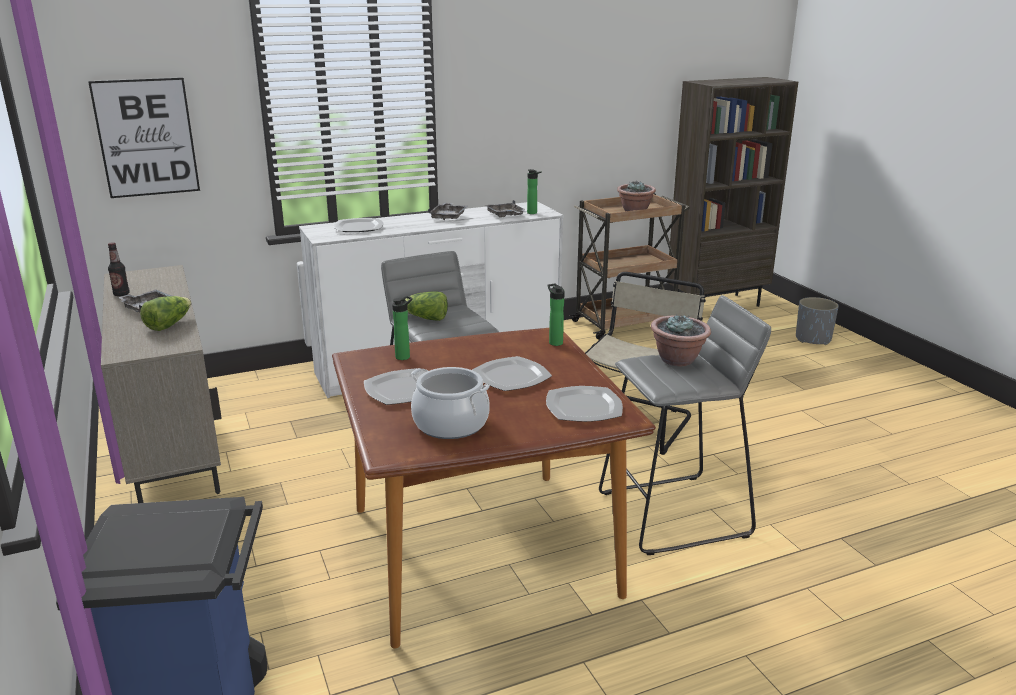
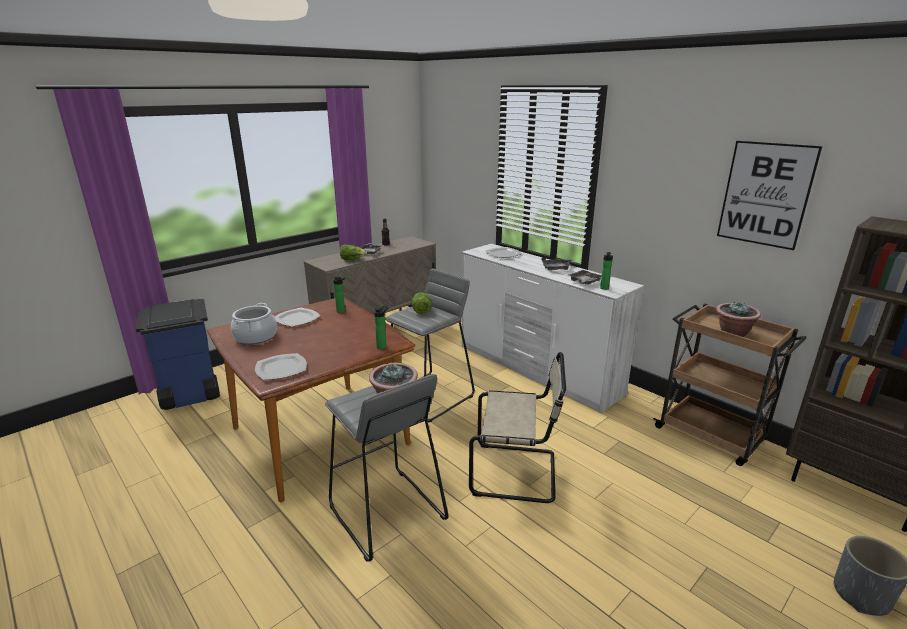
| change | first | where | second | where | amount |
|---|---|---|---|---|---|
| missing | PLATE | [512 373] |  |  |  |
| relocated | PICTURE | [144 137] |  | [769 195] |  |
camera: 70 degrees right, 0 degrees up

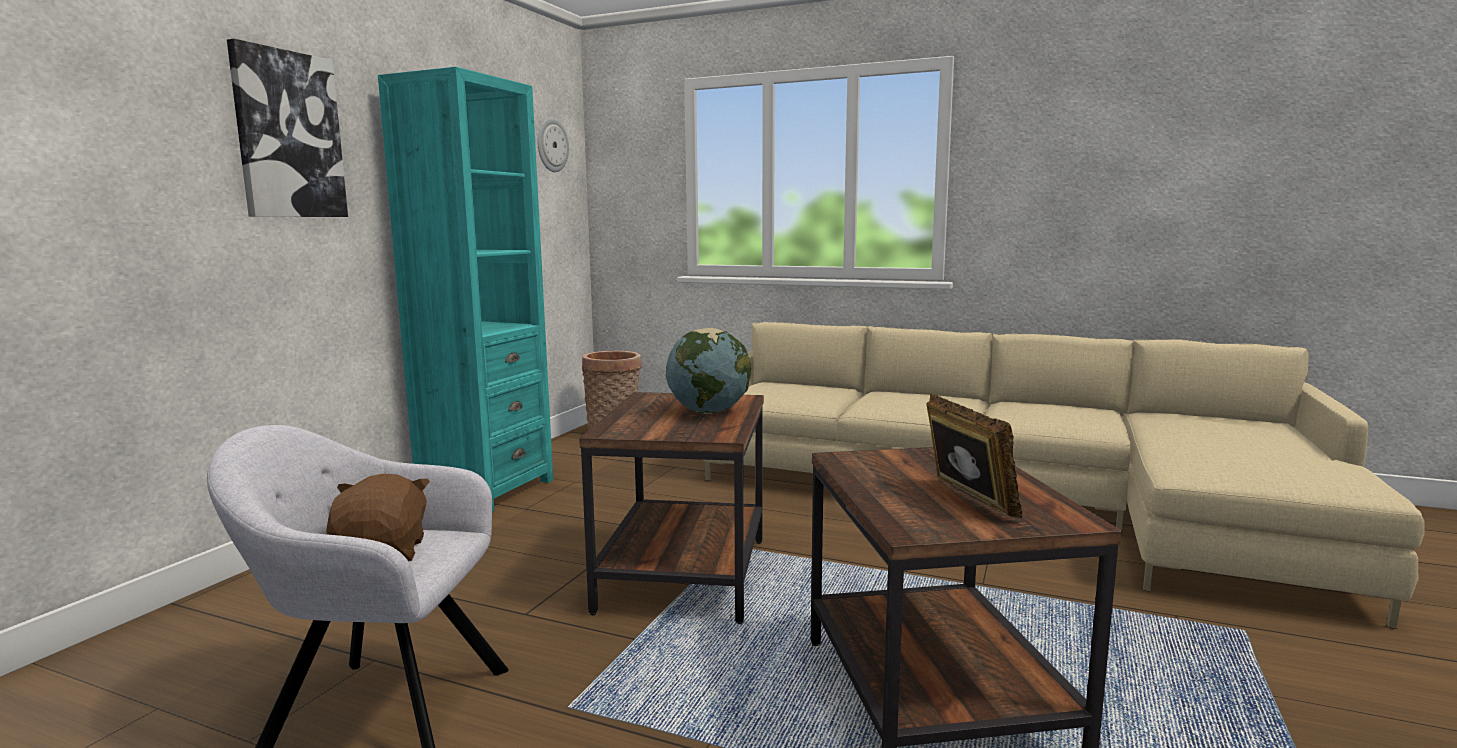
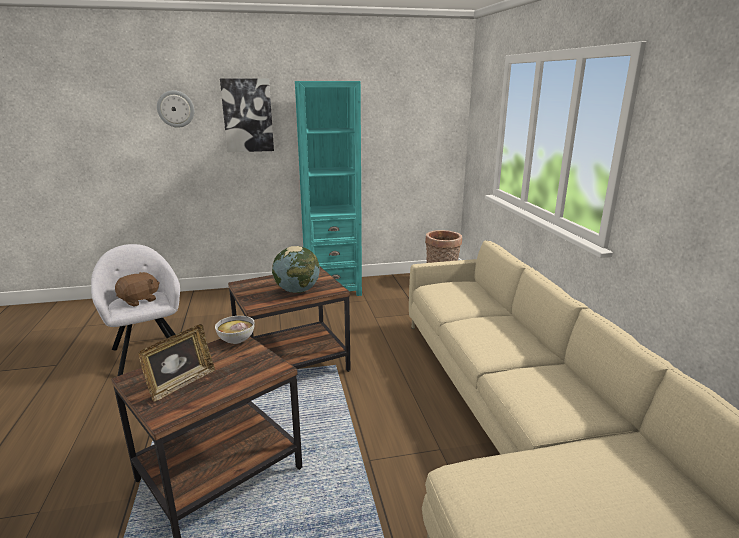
| change | first | where | second | where | amount |
|---|---|---|---|---|---|
| appeared |  |  | BOWL | [235 330] |  |
| relocated | WALL CLOCK | [553 145] |  | [175 109] |  |
camera: 55 degrees right, 10 degrees up

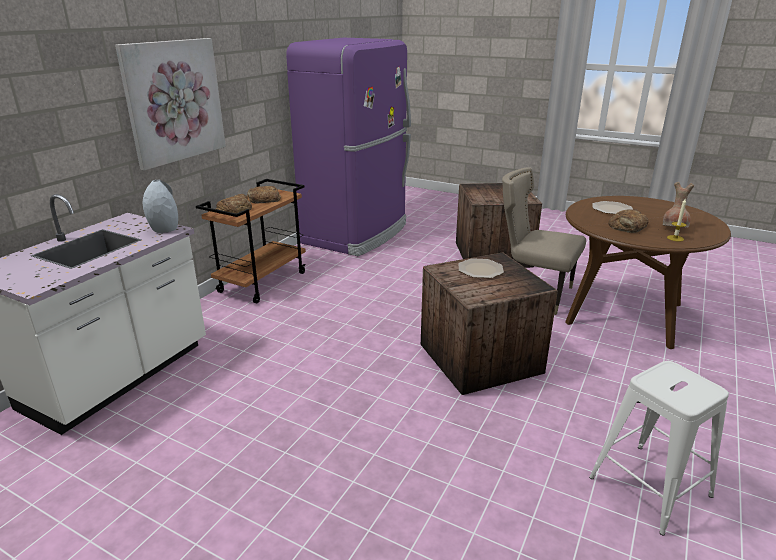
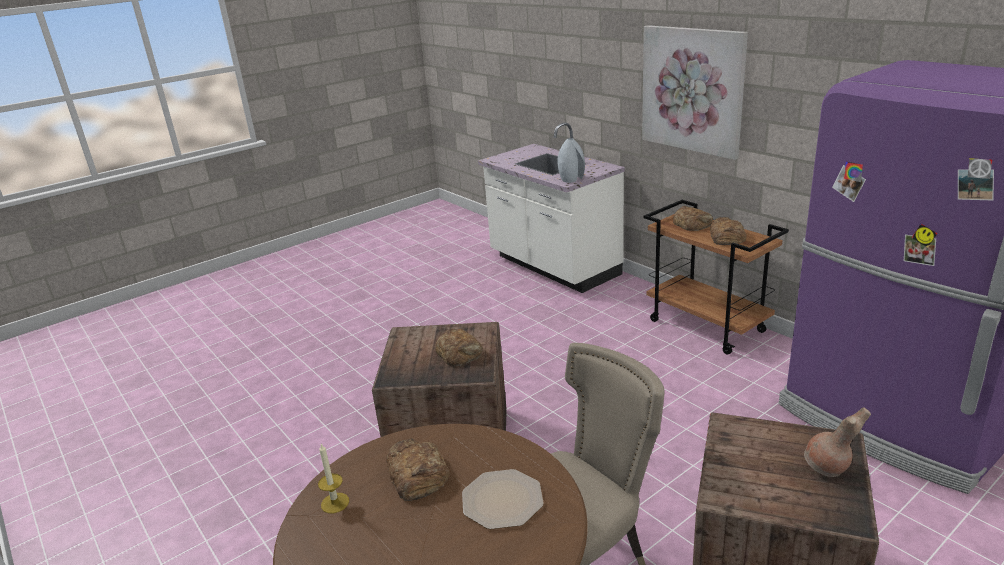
| change | first | where | second | where | amount |
|---|---|---|---|---|---|
| missing | WHITE STOOL | [659 448] |  |  |  |
| relocated | BROWN VASE | [678 205] |  | [837 442] |  |
| exchanged | PLATE | [481 268] | BREAD | [459 347] |  |
camera: 115 degrees right, 0 degrees up

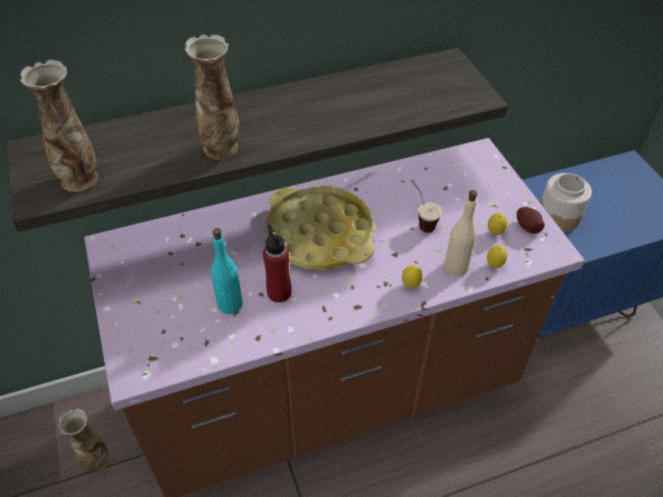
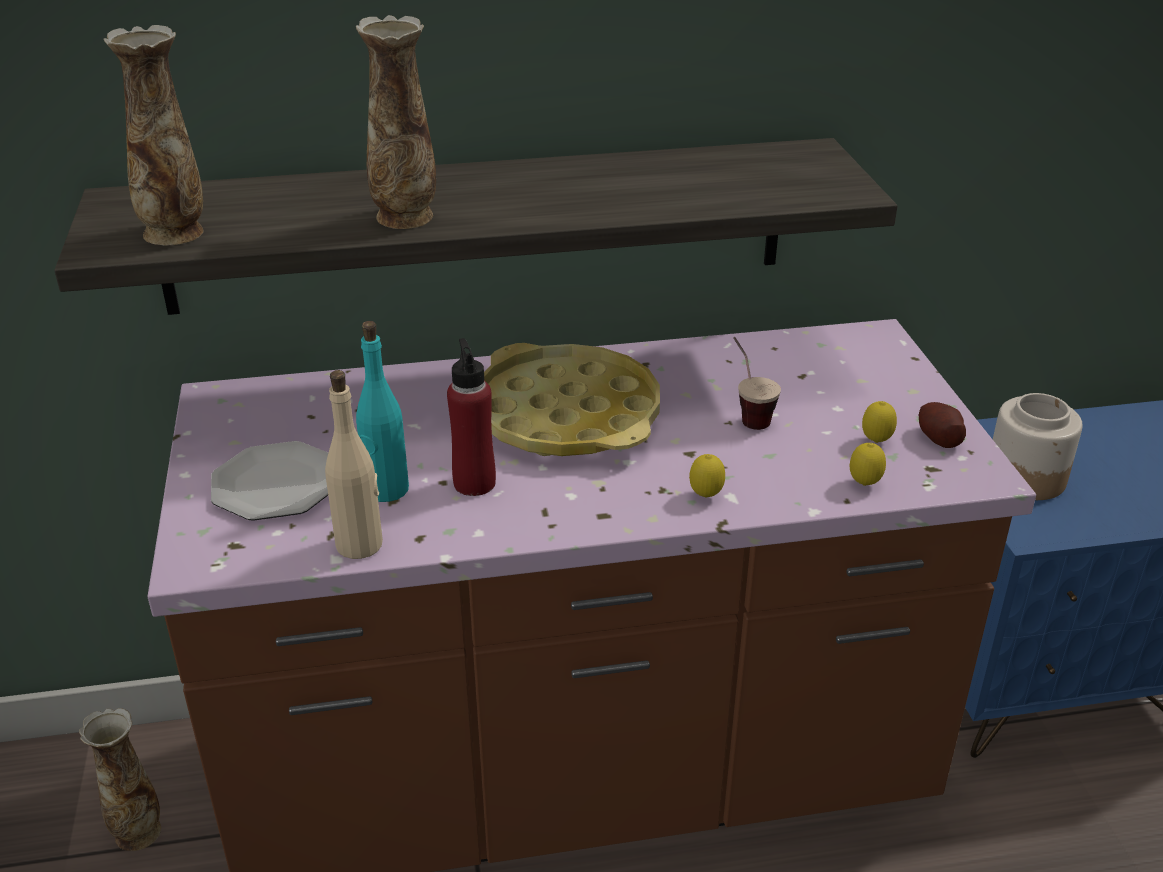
| change | first | where | second | where | amount |
|---|---|---|---|---|---|
| appeared |  |  | PLATE | [269 481] |  |
| relocated | BEIGE BOTTLE | [460 233] |  | [354 464] |  |
camera: 10 degrees right, 15 degrees down

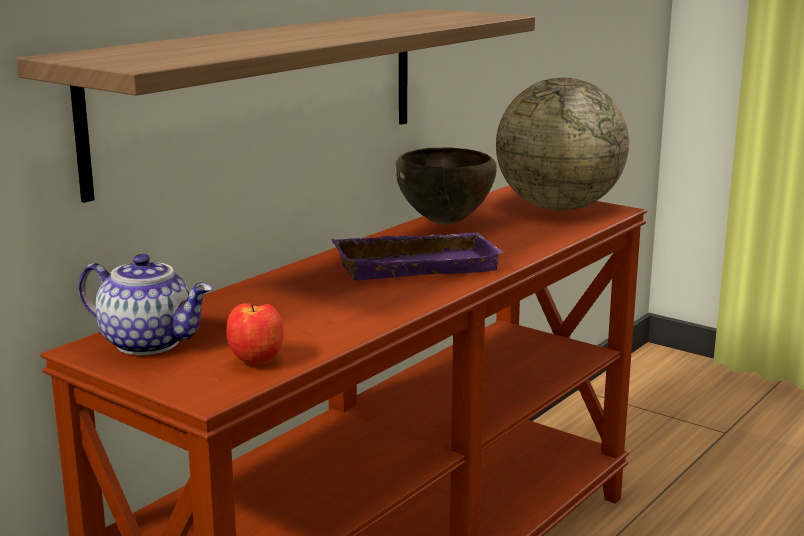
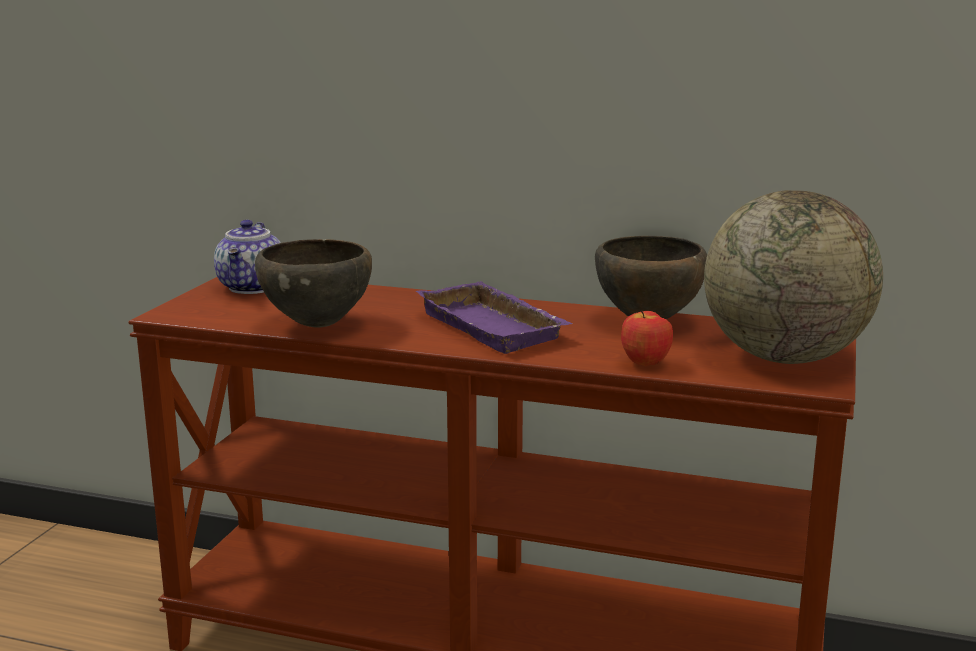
| change | first | where | second | where | amount |
|---|---|---|---|---|---|
| missing | SHELF | [276 106] |  |  |  |
| appeared |  |  | BROWN BOWL | [313 283] |  |
| relocated | APPLE | [255 334] |  | [647 338] |  |
camera: 70 degrees right, 0 degrees up

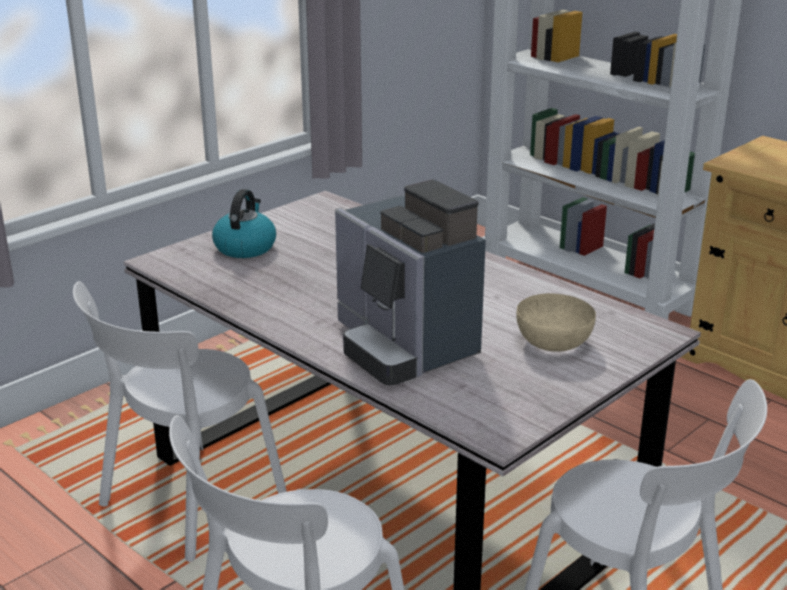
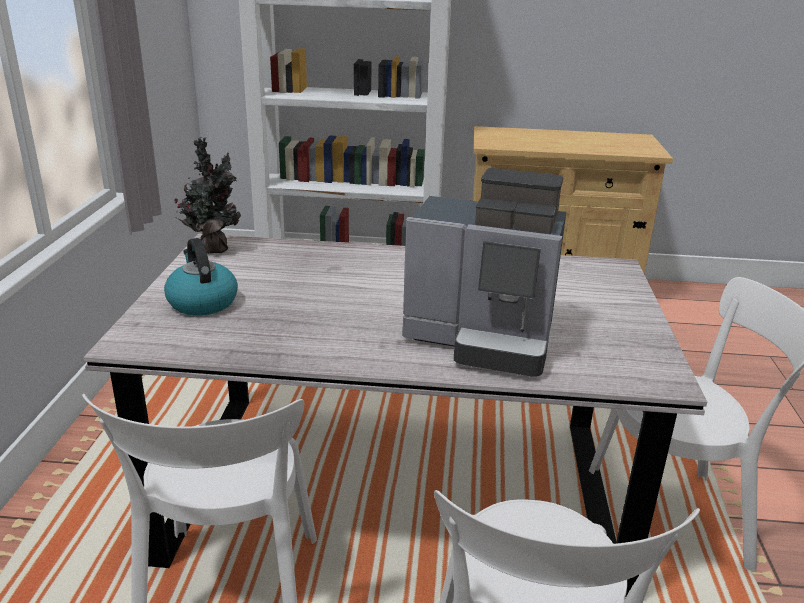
| change | first | where | second | where | amount |
|---|---|---|---|---|---|
| missing | BEIGE BOWL | [556 322] |  |  |  |
| appeared |  |  | POTTED PLANT | [207 195] |  |
camera: 40 degrees left, 0 degrees up

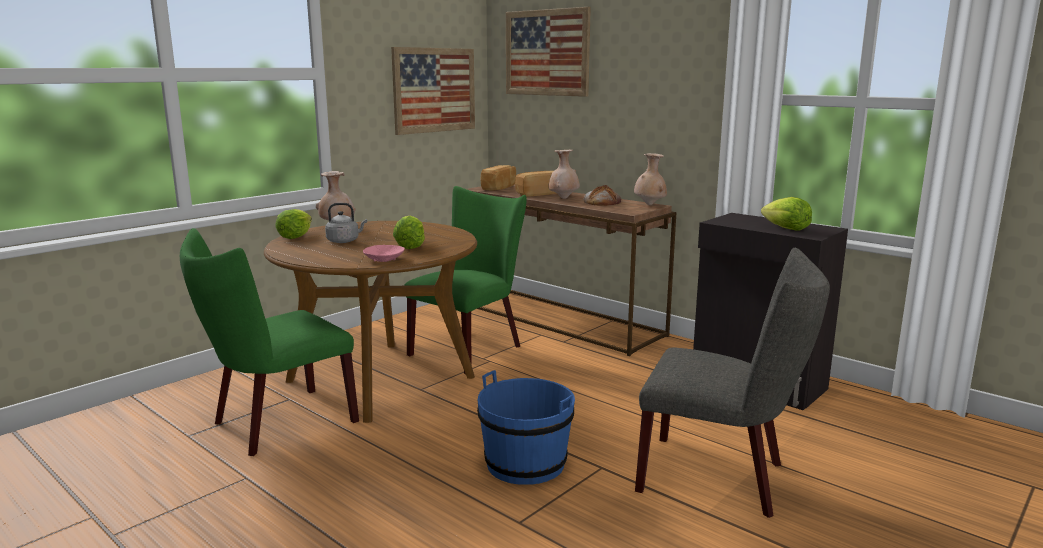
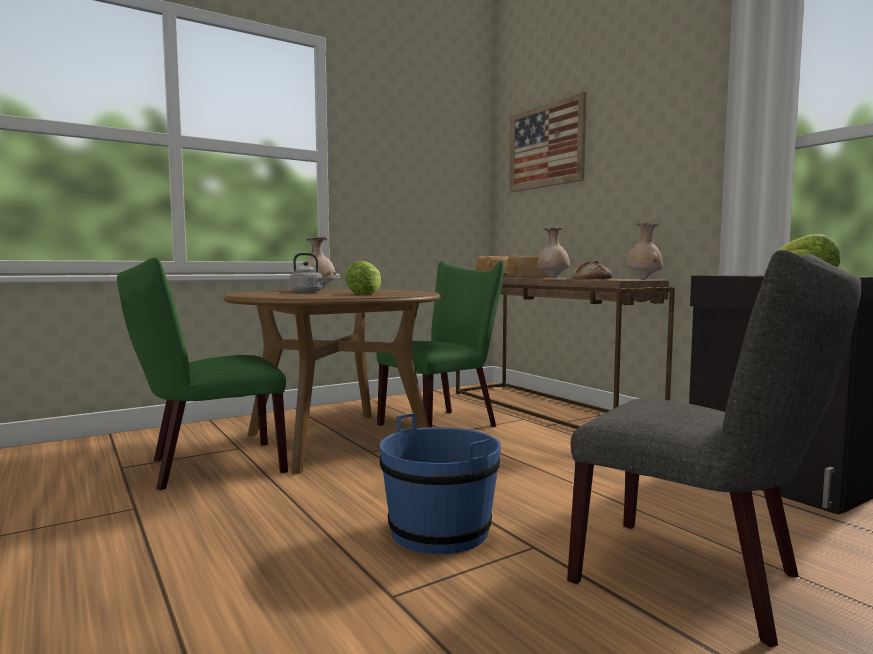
| change | first | where | second | where | amount |
|---|---|---|---|---|---|
| missing | LETTUCE | [293 224] |  |  |  |
| missing | PINK BOWL | [384 253] |  |  |  |
| missing | PICTURE | [433 91] |  |  |  |
camera: 15 degrees right, 10 degrees down

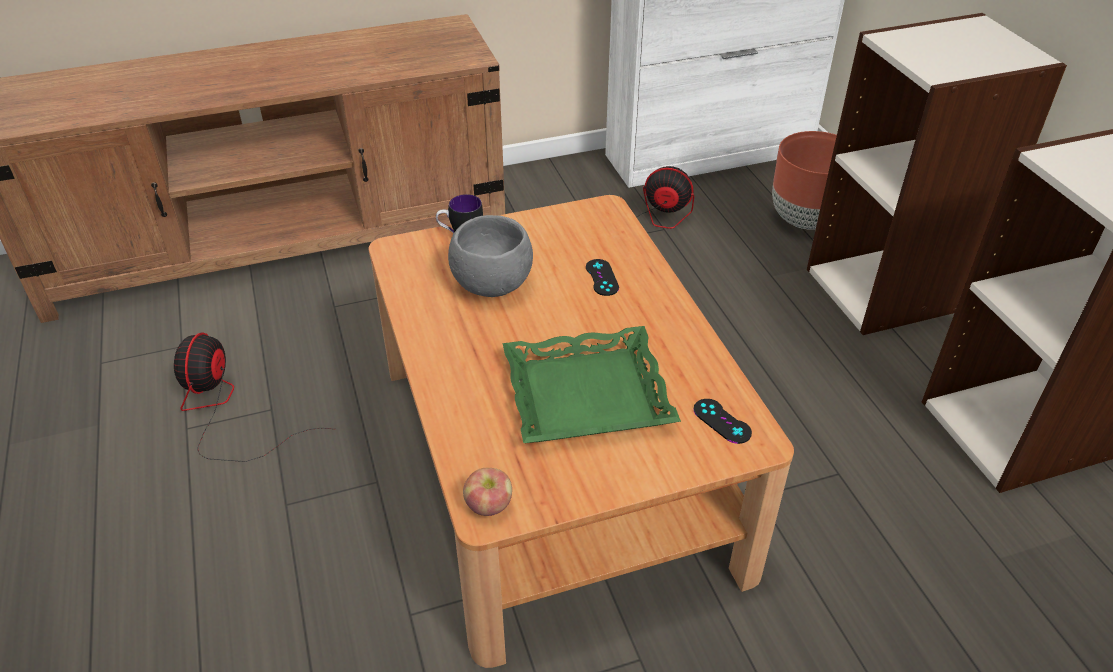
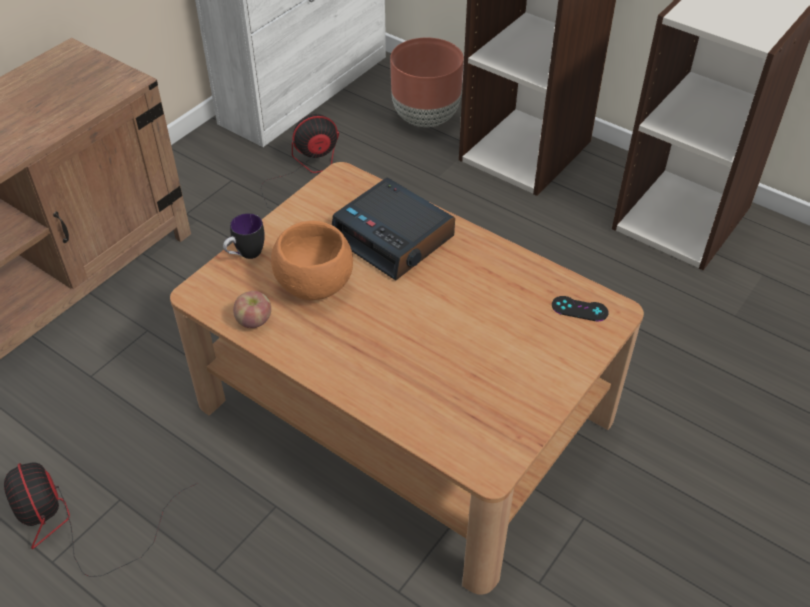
| change | first | where | second | where | amount |
|---|---|---|---|---|---|
| missing | GREEN TRAY | [591 384] |  |  |  |
| relocated | APPLE | [487 492] |  | [252 309] |  |
| exchanged | BLACK GAME CONTROLLER | [602 277] | ALARM CLOCK | [393 229] |  |
| colour | GREY BOWL | [490 256] | ORANGE BOWL | [312 261] |  |
camera: 35 degrees left, 5 degrees up

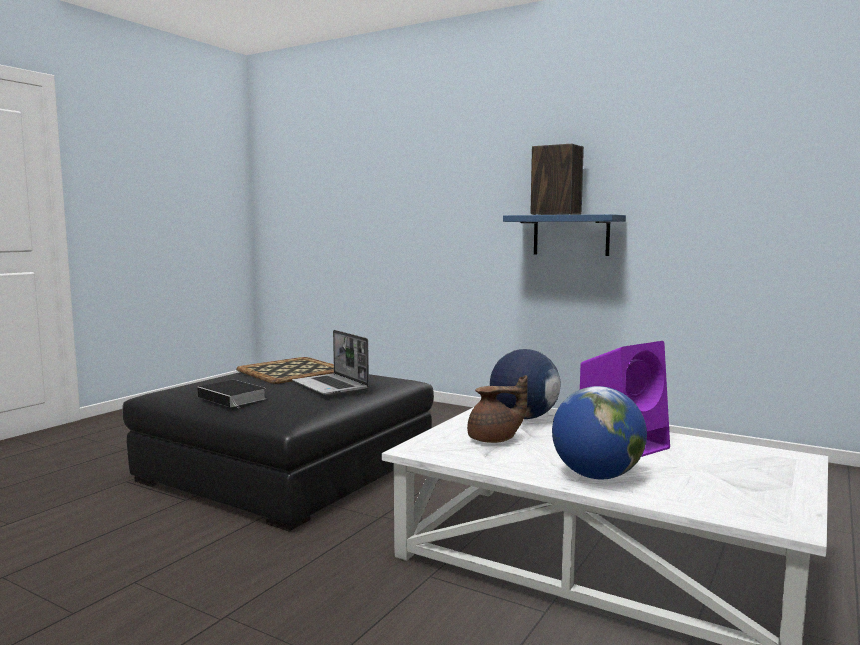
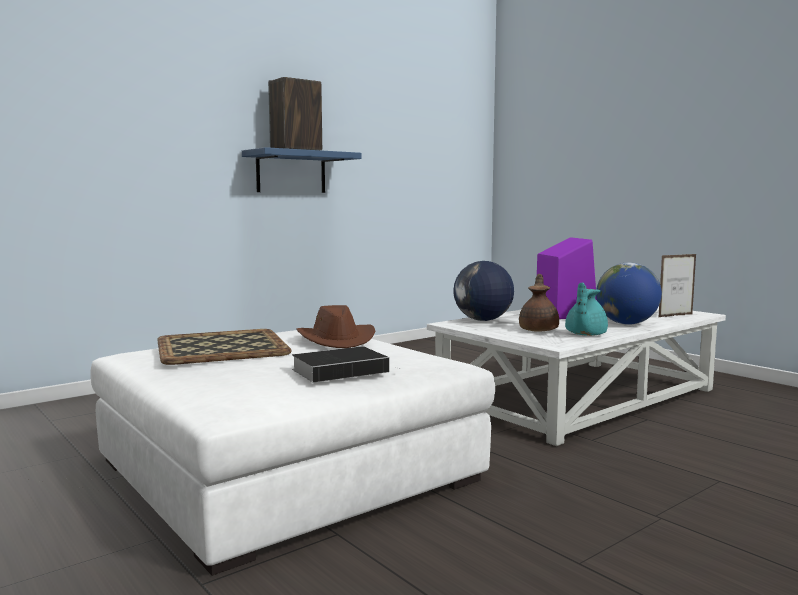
| change | first | where | second | where | amount |
|---|---|---|---|---|---|
| appeared |  |  | TURQUOISE TEAPOT | [586 309] |  |
| appeared |  |  | PICTURE FRAME | [677 286] |  |
| exchanged | LAPTOP | [330 362] | BROWN HAT | [335 326] |  |
| colour | BLACK OTTOMAN | [278 451] | WHITE OTTOMAN | [292 453] |  |
camera: 70 degrees left, 0 degrees up

